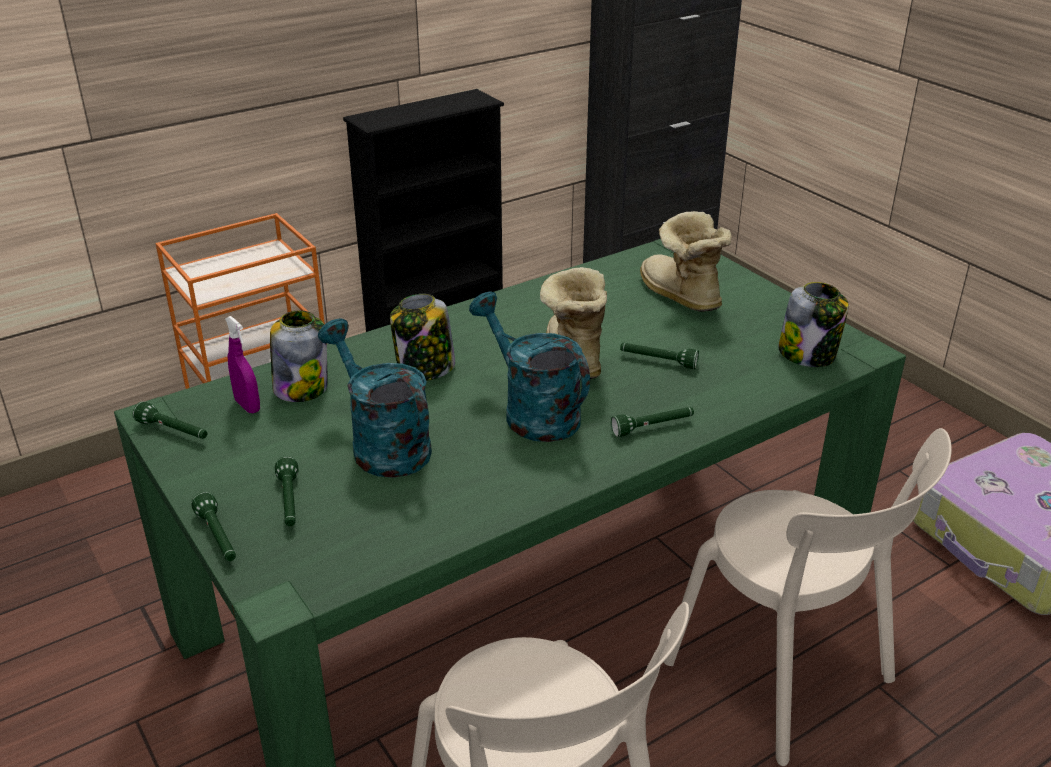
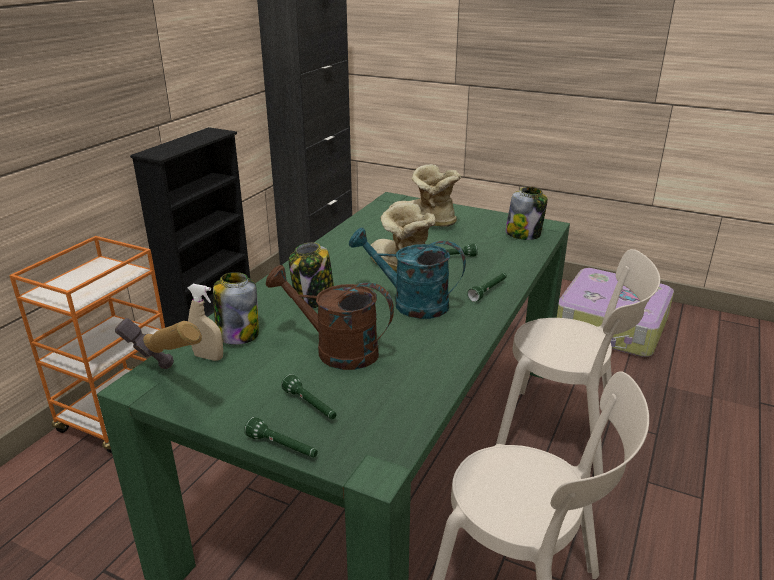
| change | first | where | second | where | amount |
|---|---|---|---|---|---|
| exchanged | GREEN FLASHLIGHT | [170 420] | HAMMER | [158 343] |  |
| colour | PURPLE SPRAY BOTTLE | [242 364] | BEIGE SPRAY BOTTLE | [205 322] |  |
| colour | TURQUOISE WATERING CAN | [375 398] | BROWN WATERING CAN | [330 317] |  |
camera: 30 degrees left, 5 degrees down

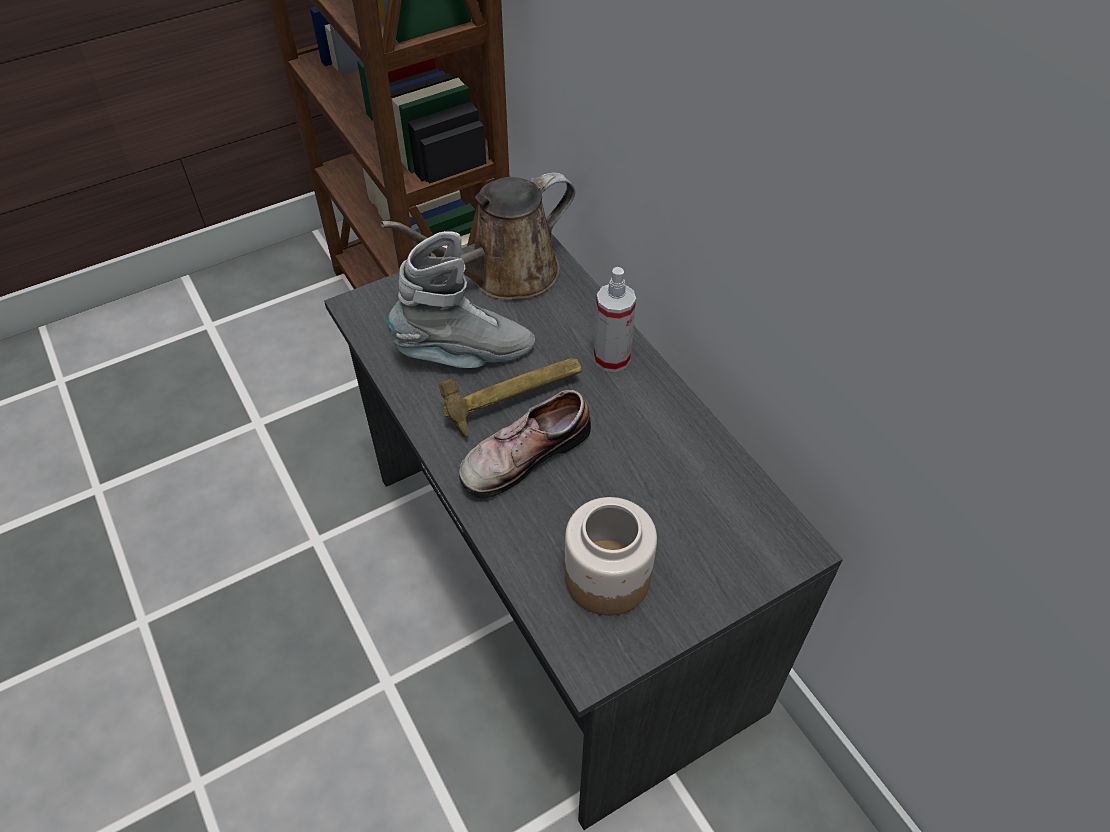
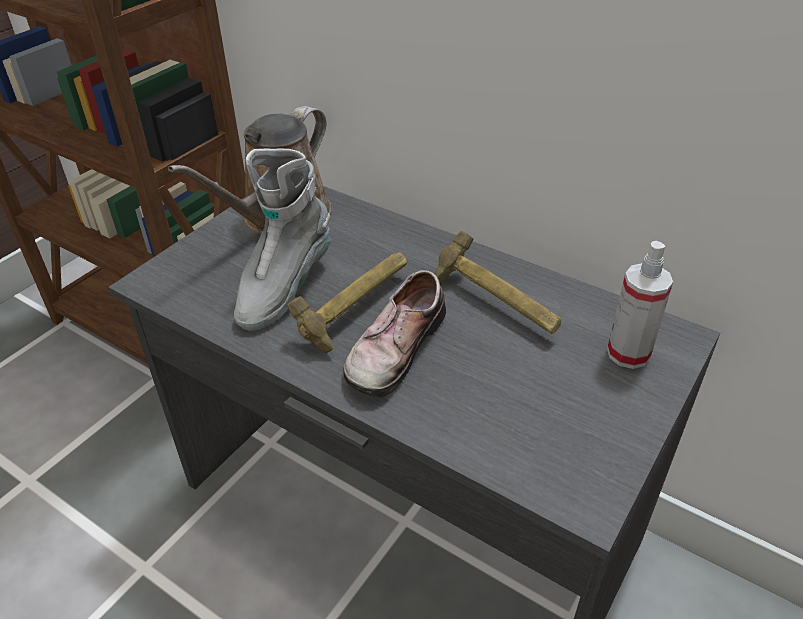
| change | first | where | second | where | amount |
|---|---|---|---|---|---|
| missing | JAR | [611 556] |  |  |  |
| appeared |  |  | HAMMER | [498 282] |  |
| relocated | SPRAY BOTTLE | [615 319] |  | [640 305] |  |
| spun | GREY BOOT | [461 299] |  | [282 239] | 150 degrees clockwise |
camera: 25 degrees left, 10 degrees down

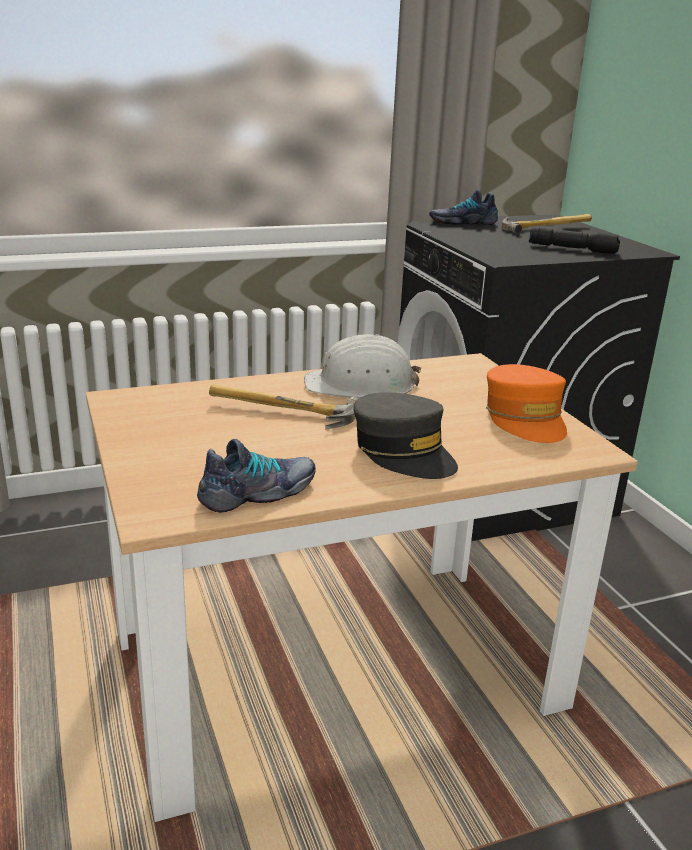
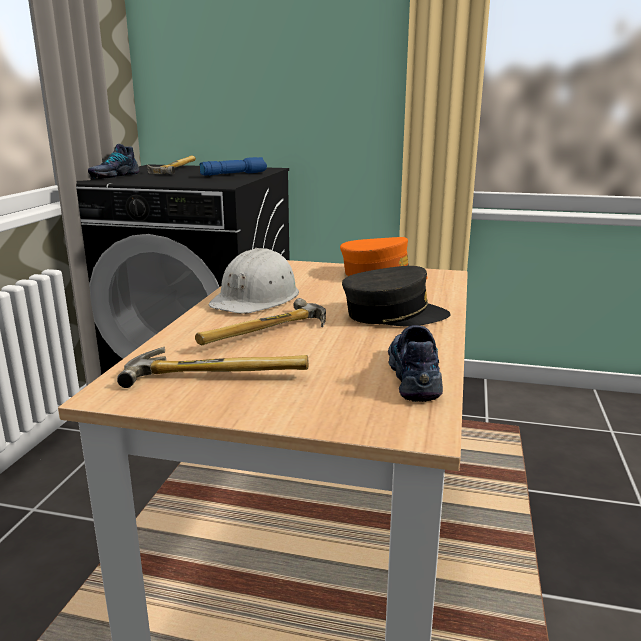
| change | first | where | second | where | amount |
|---|---|---|---|---|---|
| appeared |  |  | HAMMER | [213 367] |  |
| colour | BLACK FLASHLIGHT | [574 240] | BLUE FLASHLIGHT | [233 166] |  |
camera: 55 degrees left, 5 degrees down

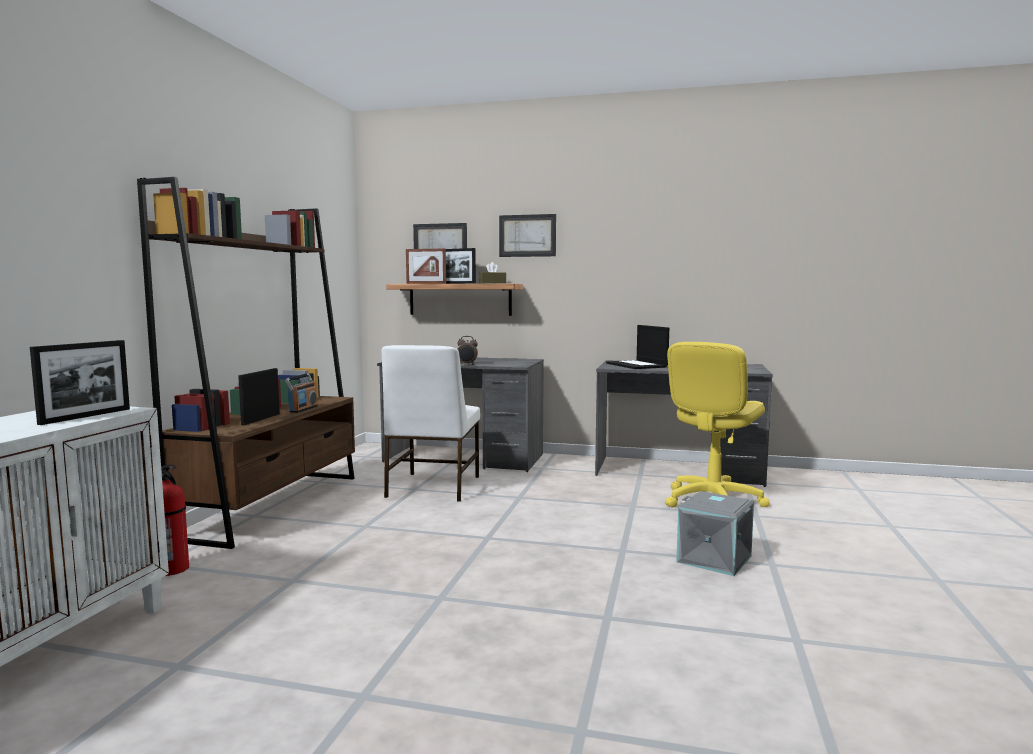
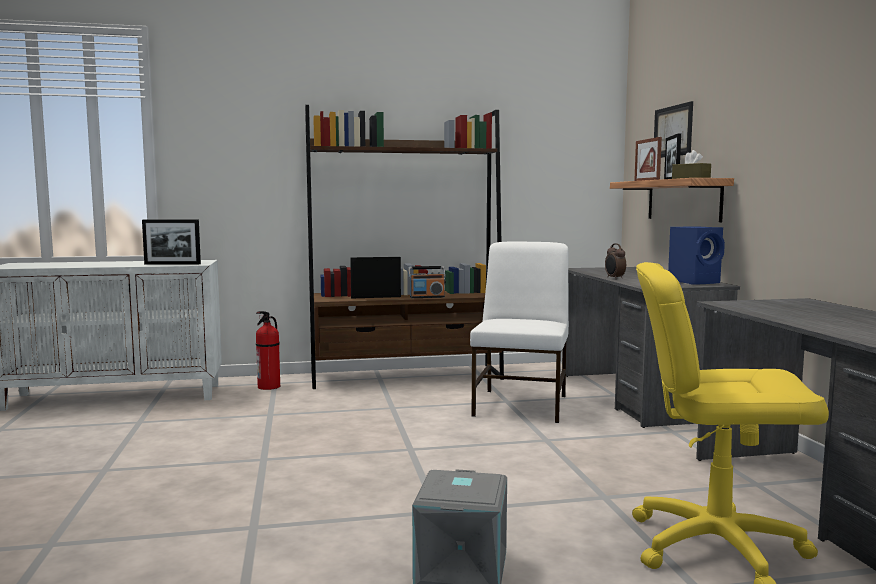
| change | first | where | second | where | amount |
|---|---|---|---|---|---|
| missing | PICTURE | [527 235] |  |  |  |
| missing | LAPTOP | [637 347] |  |  |  |
| appeared |  |  | BLUE SPEAKER | [696 255] |  |
| spun | WHITE CHAIR | [431 423] |  | [519 332] | 120 degrees clockwise |
camera: 65 degrees right, 0 degrees up

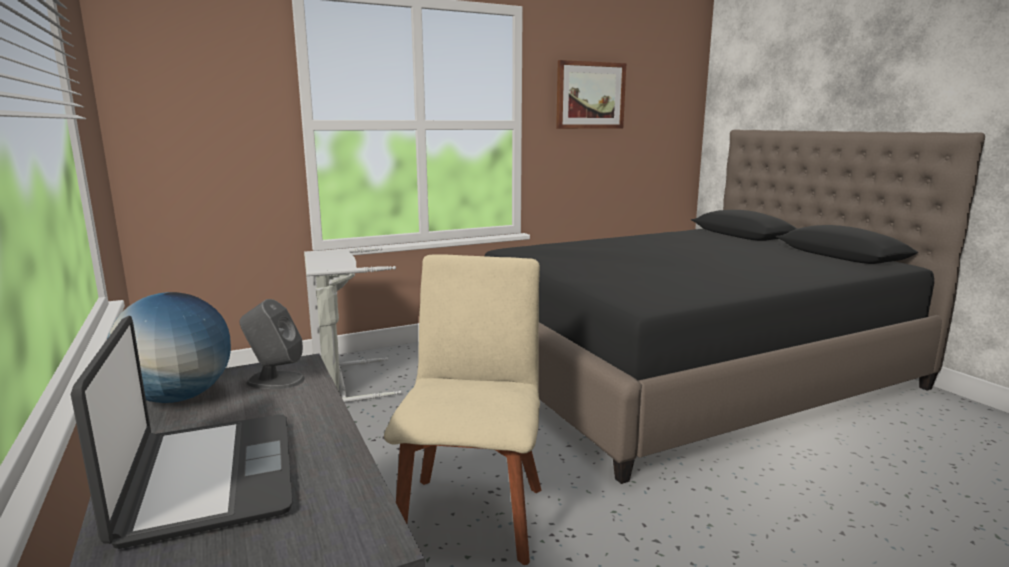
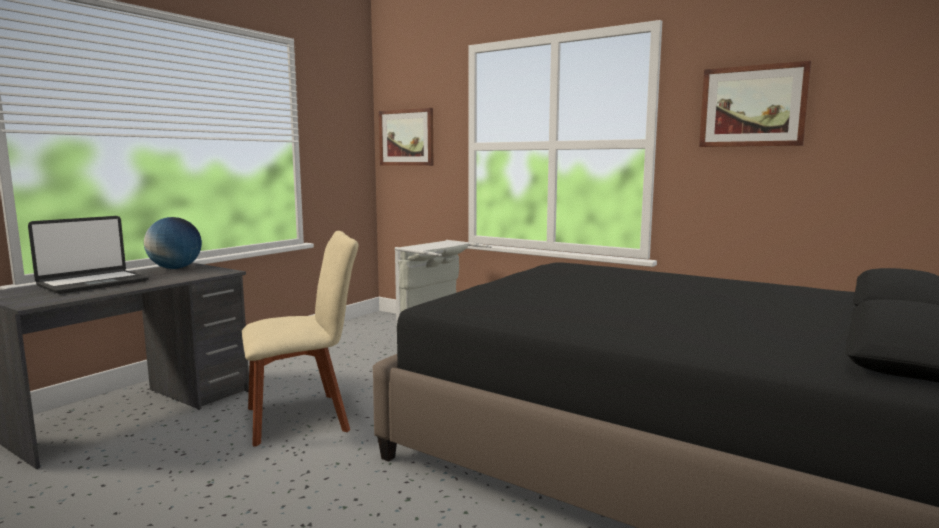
| change | first | where | second | where | amount |
|---|---|---|---|---|---|
| missing | GREY SPEAKER | [272 344] |  |  |  |
| appeared |  |  | PICTURE | [406 137] |  |
camera: 60 degrees right, 5 degrees down

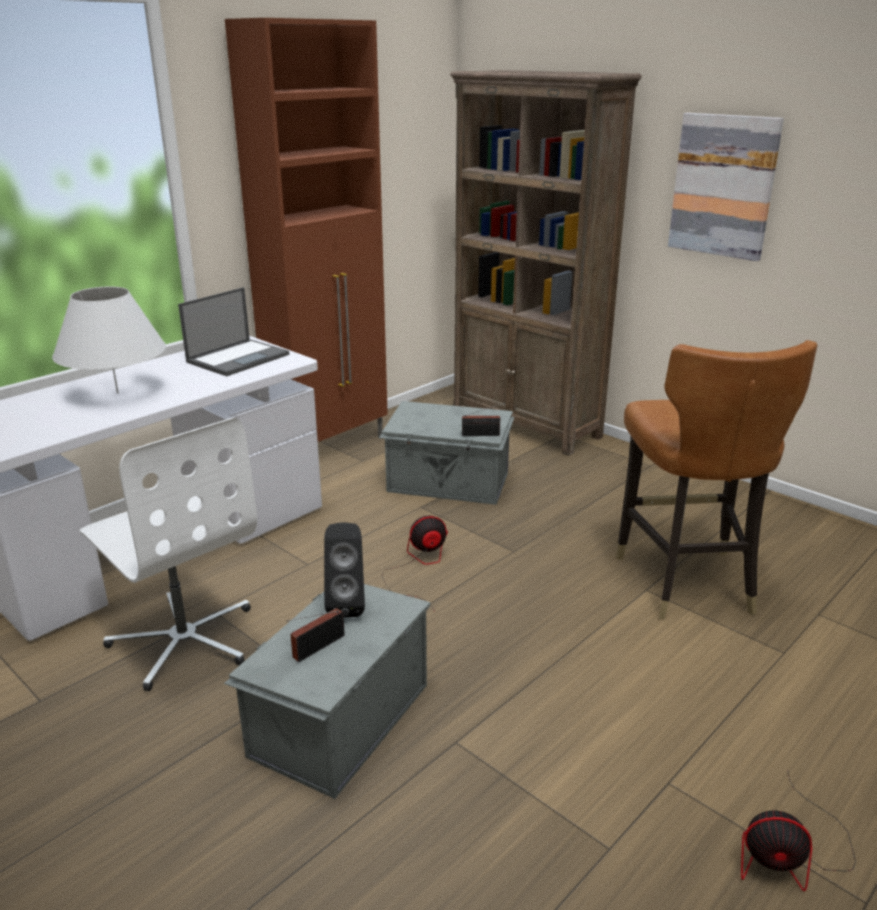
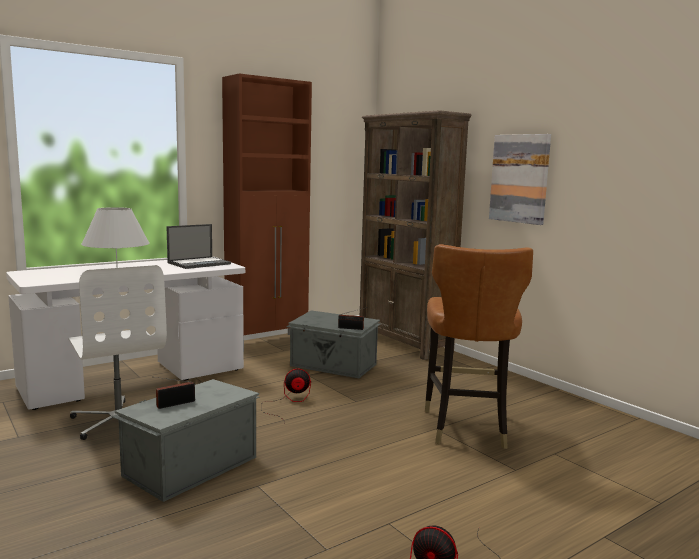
| change | first | where | second | where | amount |
|---|---|---|---|---|---|
| missing | BLACK SPEAKER | [344 569] |  |  |  |
camera: 10 degrees right, 15 degrees down

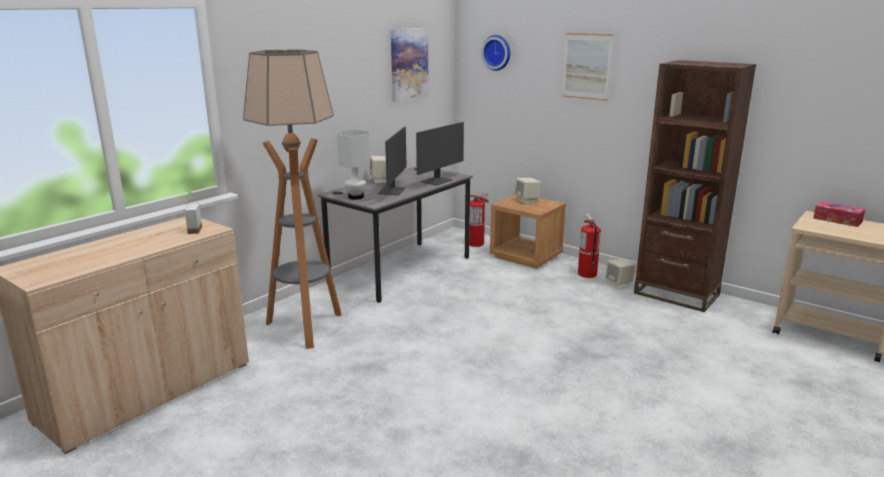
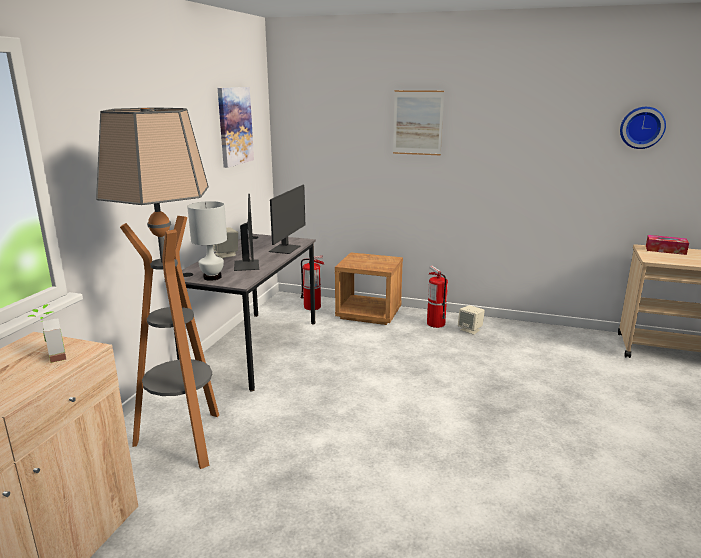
| change | first | where | second | where | amount |
|---|---|---|---|---|---|
| missing | BEIGE SPEAKER | [528 191] |  |  |  |
| missing | BROWN BOOKCASE | [695 186] |  |  |  |
| relocated | WALL CLOCK | [495 53] |  | [643 128] |  |
camera: 20 degrees left, 0 degrees up

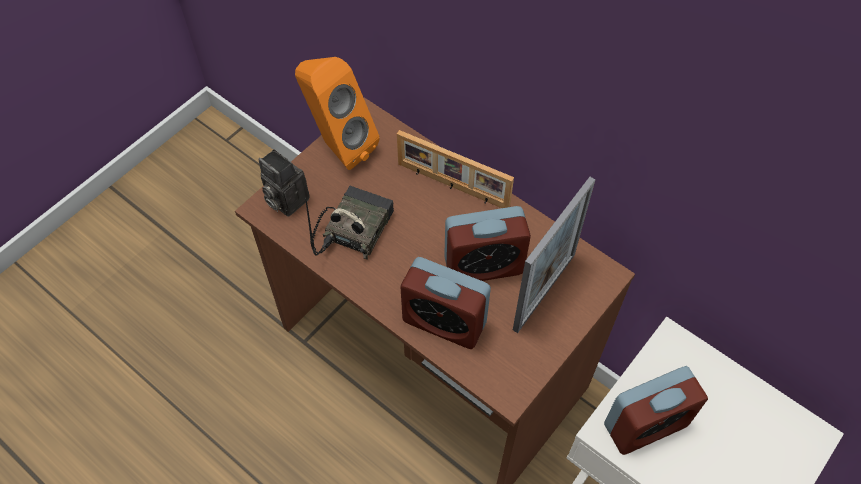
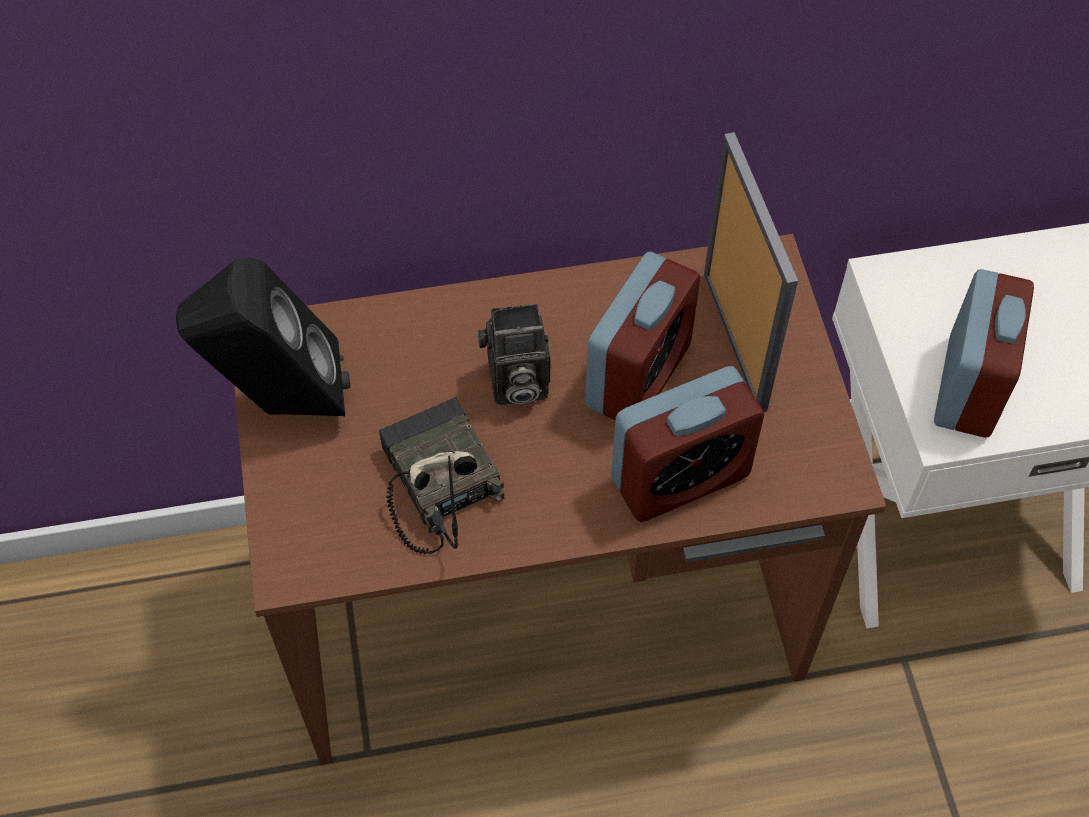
| change | first | where | second | where | amount |
|---|---|---|---|---|---|
| missing | PICTURE FRAME | [455 169] |  |  |  |
| relocated | PHOTO CAMERA | [284 182] |  | [514 354] |  |
| colour | ORANGE SPEAKER | [337 113] | BLACK SPEAKER | [263 336] |  |
camera: 50 degrees left, 0 degrees up

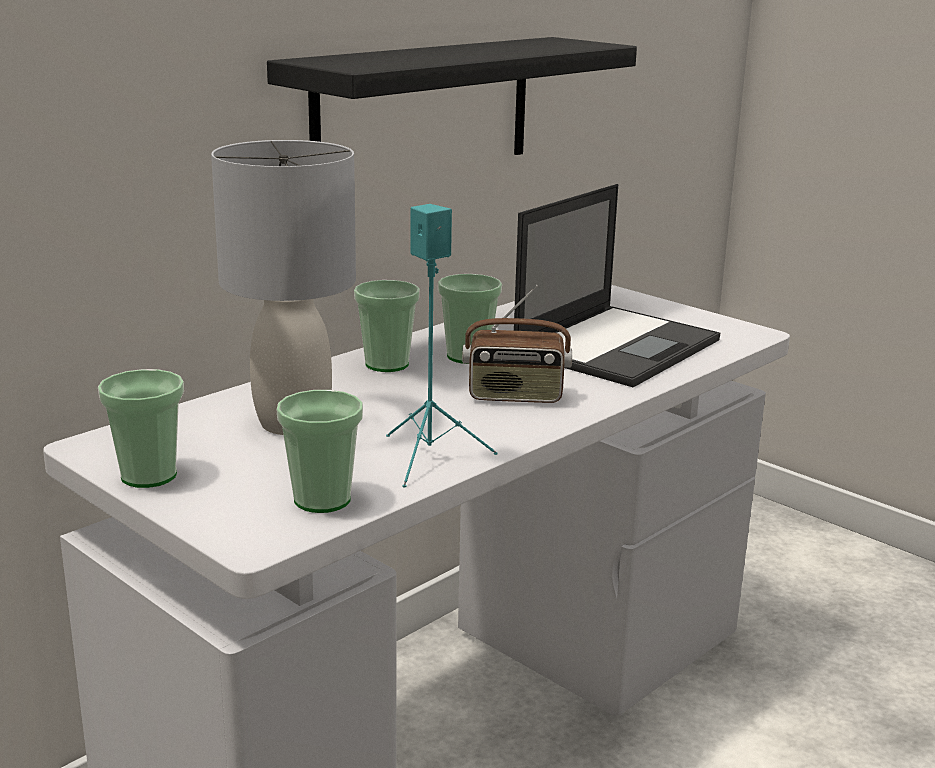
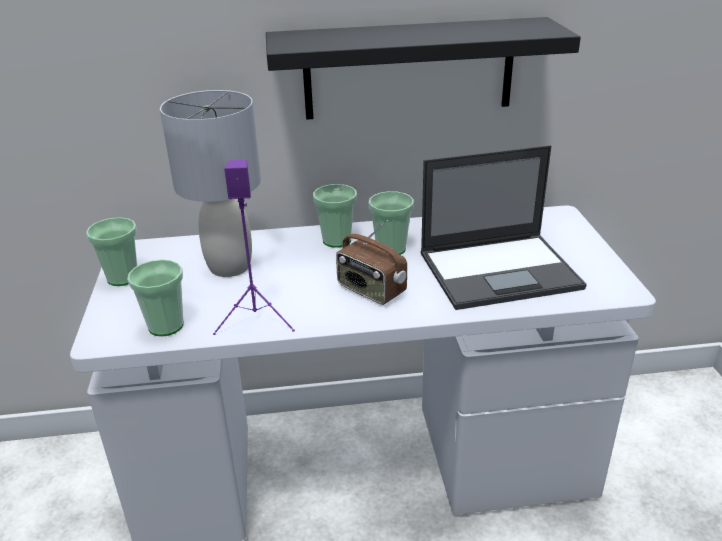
| change | first | where | second | where | amount |
|---|---|---|---|---|---|
| colour | TURQUOISE SPEAKER | [442 346] | PURPLE SPEAKER | [254 247] |  |
camera: 40 degrees right, 10 degrees up

